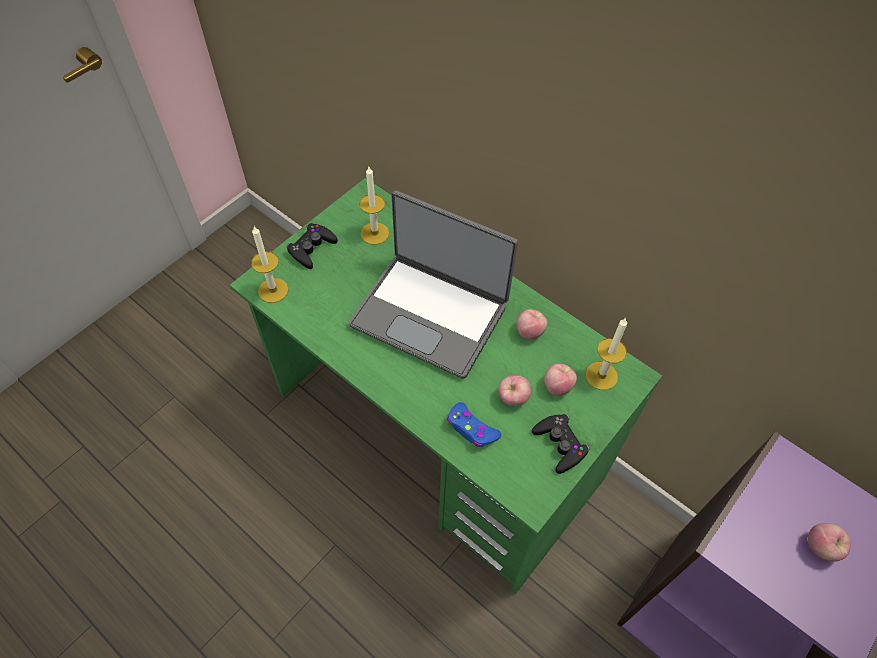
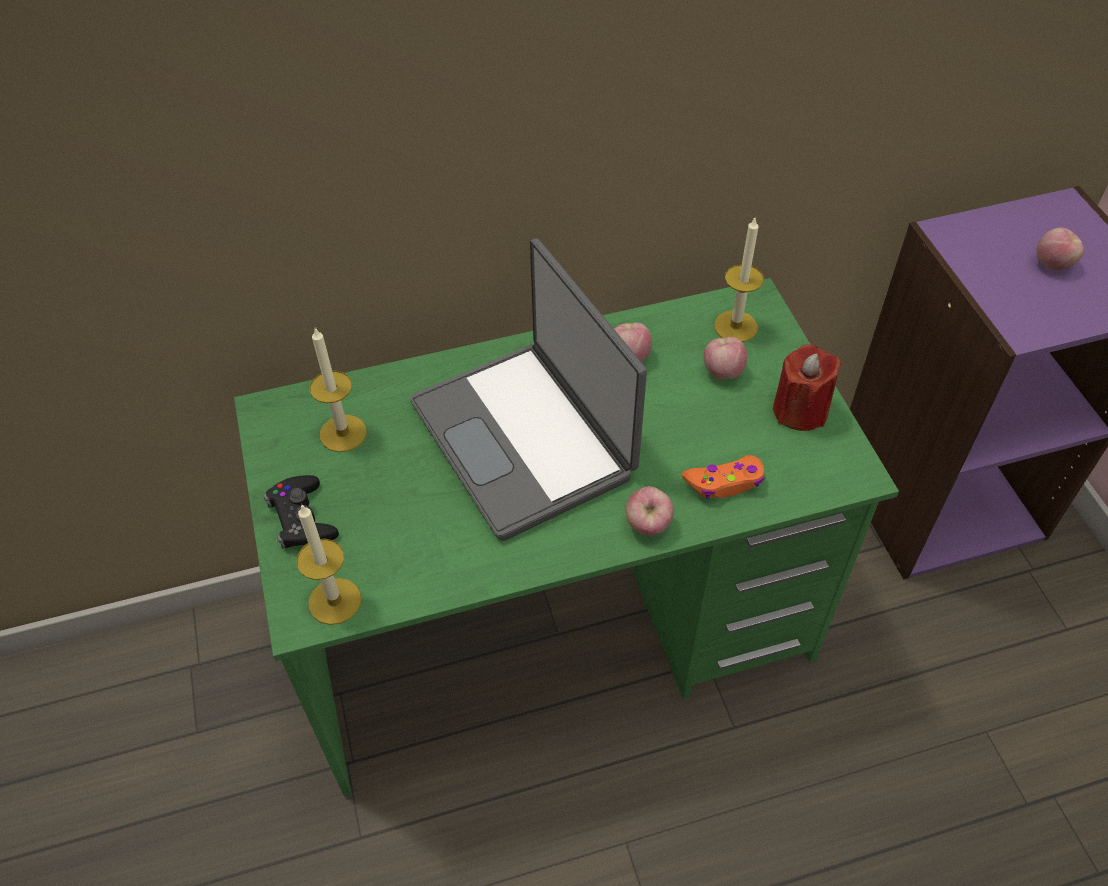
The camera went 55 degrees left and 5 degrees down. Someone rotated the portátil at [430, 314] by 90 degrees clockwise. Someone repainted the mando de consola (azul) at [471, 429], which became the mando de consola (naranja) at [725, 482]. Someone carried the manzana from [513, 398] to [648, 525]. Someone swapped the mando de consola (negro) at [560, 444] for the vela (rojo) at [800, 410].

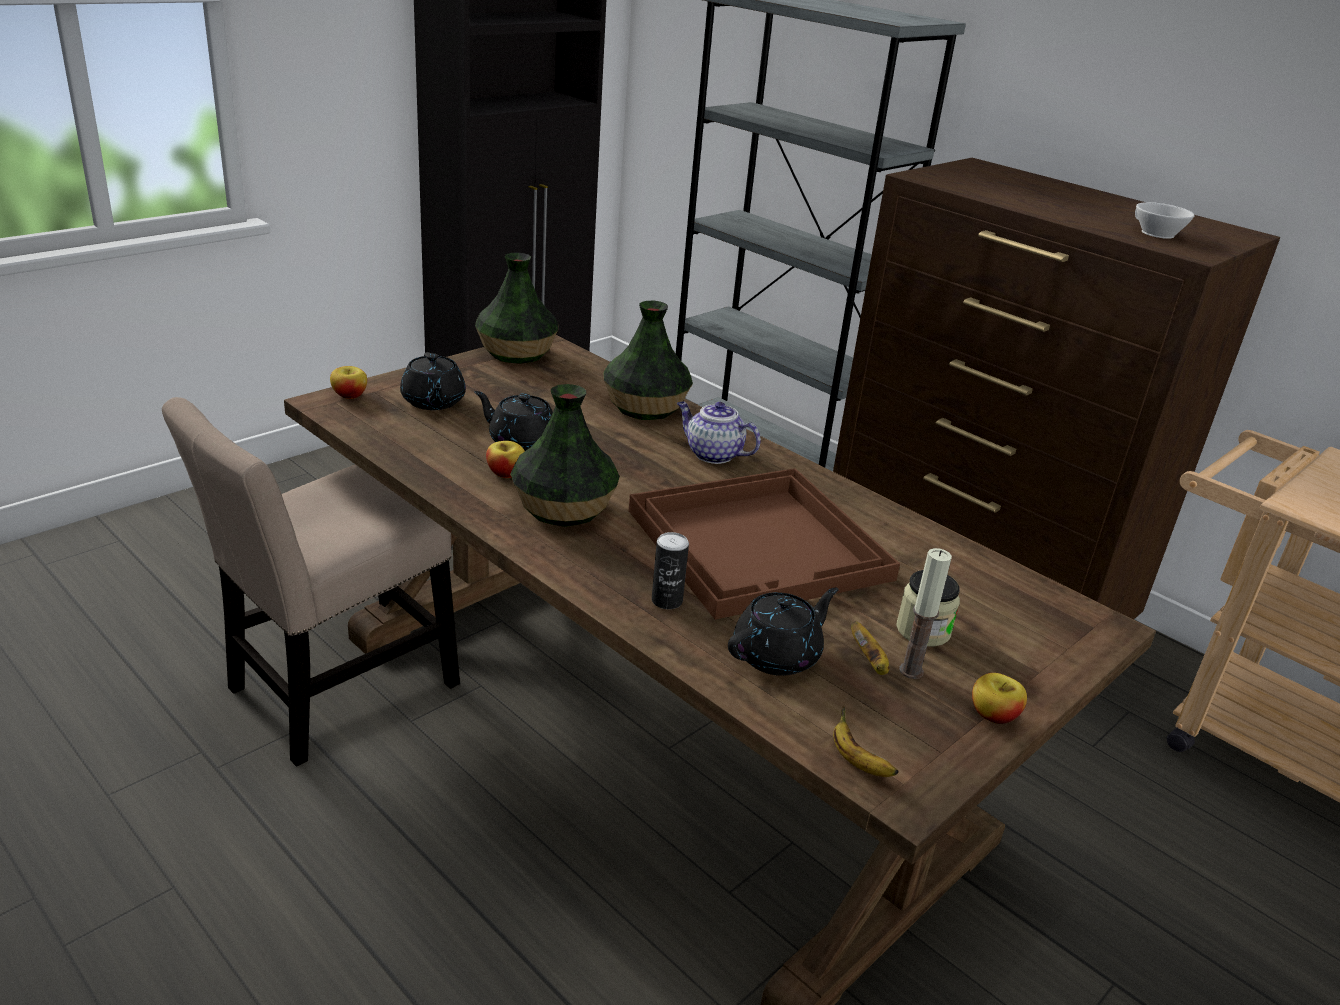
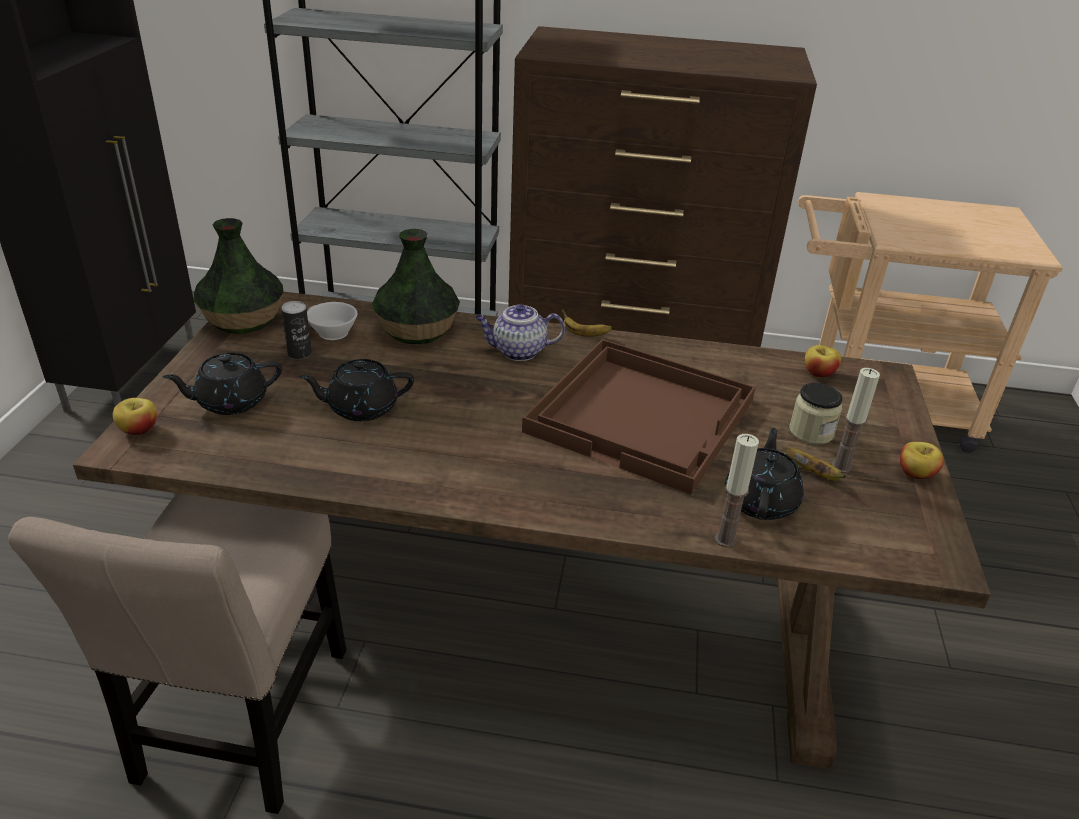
The camera went 35 degrees left and 5 degrees up. Someone rotated the tetera (negro) at [433, 402] by 120 degrees clockwise. Someone carried the manzana from [505, 473] to [818, 373]. Someone took away the florero at [563, 507]. Someone carried the lata from [667, 601] to [299, 353]. Someone carried the plátano from [857, 761] to [584, 334]. Someone carried the taza (blanco) from [1154, 233] to [330, 333]. Someone put down the vela at [725, 539].

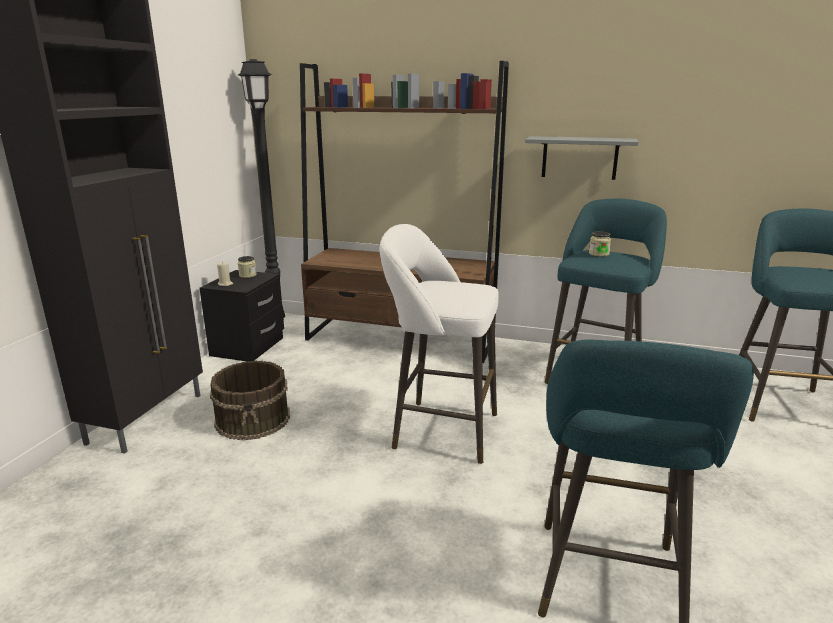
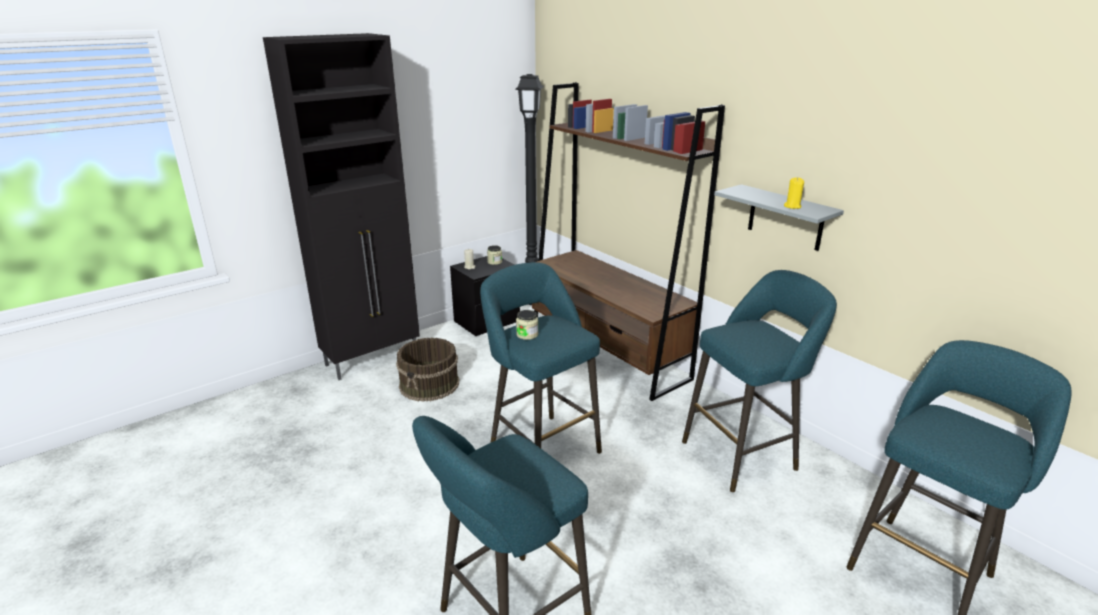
The camera went 35 degrees right and 5 degrees up. Someone repainted the taburete (blanco) at [439, 429], which became the taburete (turquesa) at [541, 446]. Someone carried the tarro from [599, 254] to [527, 334]. Someone put down the vela (amarillo) at [792, 206].

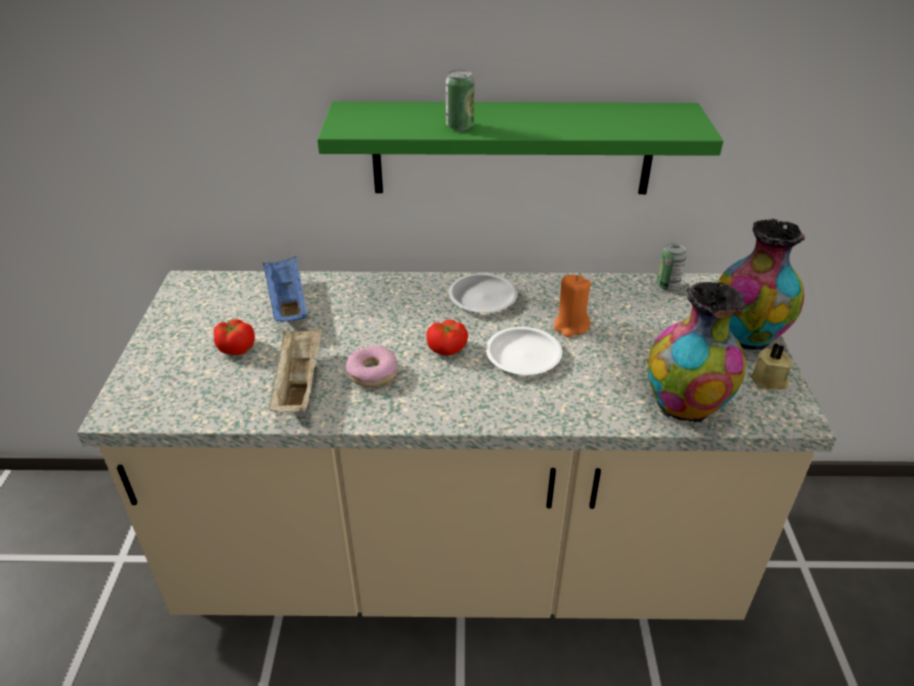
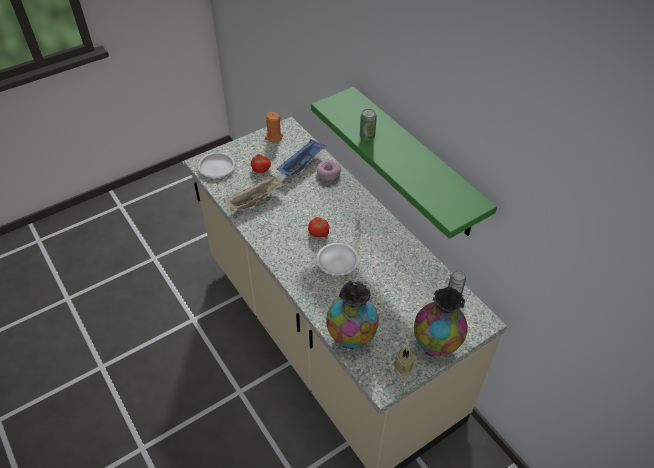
The camera went 55 degrees right and 10 degrees up. Someone carried the rosquilla from [372, 373] to [328, 173]. Someone carried the plato (blanco) from [483, 298] to [216, 167]. Someone carried the vela (naranja) from [571, 326] to [274, 137].

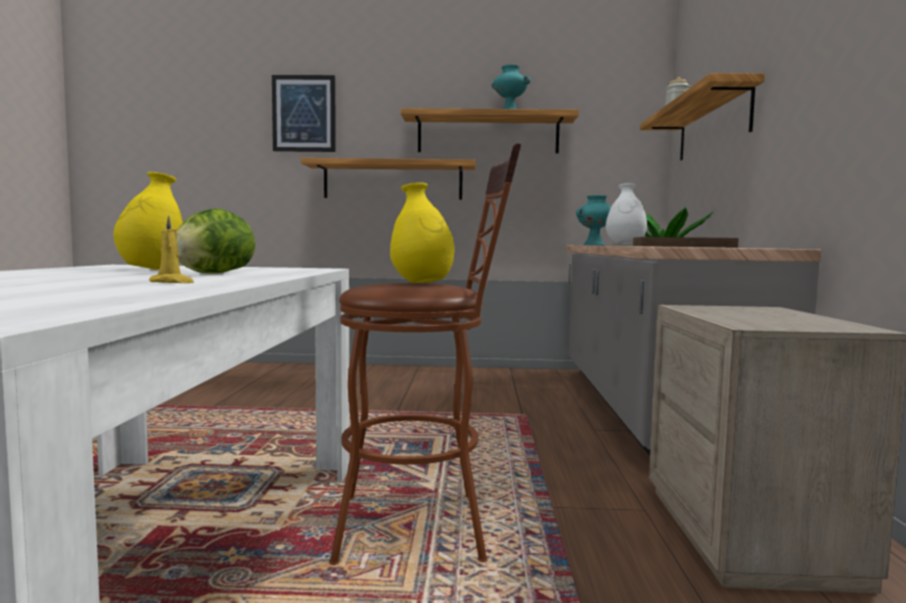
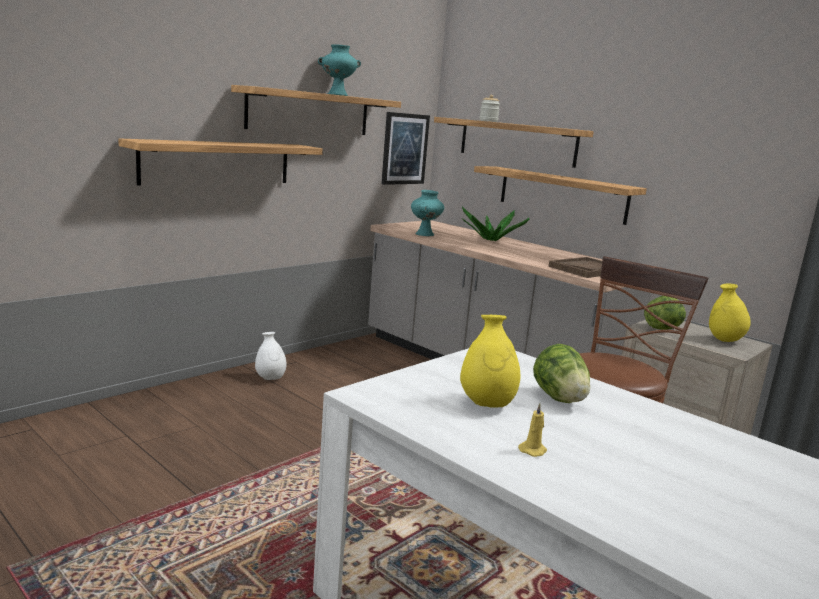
The camera went 50 degrees left and 10 degrees up. Someone carried the vela (amarillo) from [172, 282] to [533, 450]. Someone carried the cuadro from [304, 114] to [404, 149]. Someone carried the florero (amarillo) from [422, 283] to [724, 340]. Someone carried the florero (blanco) from [625, 245] to [270, 378]. Someone put up the estante at [562, 194]. Someone put down the lechuga at [663, 328].

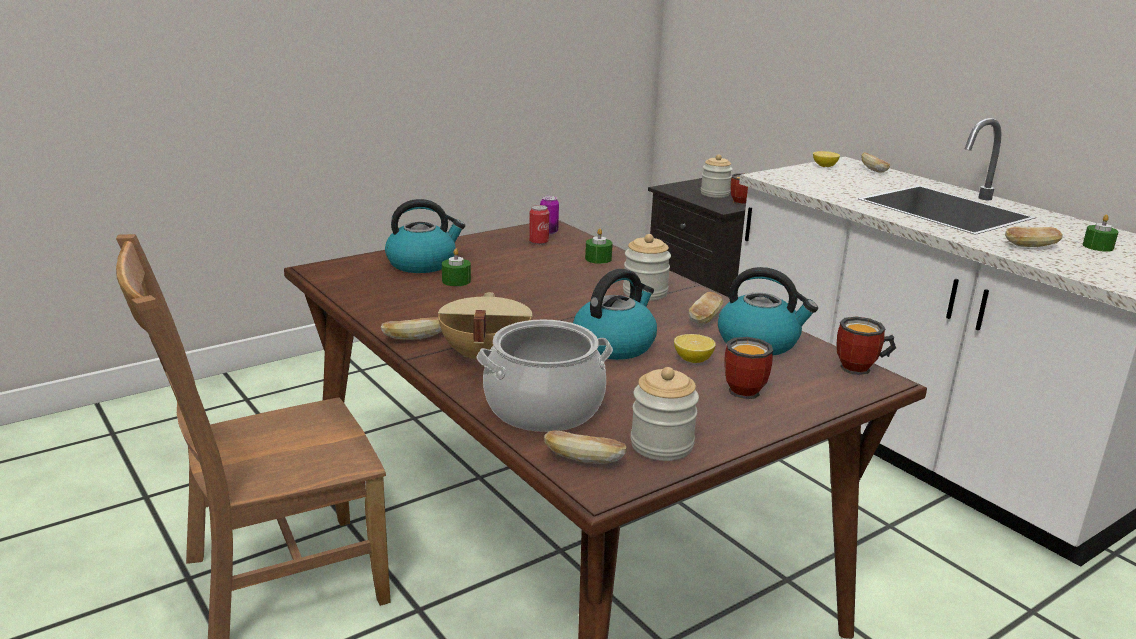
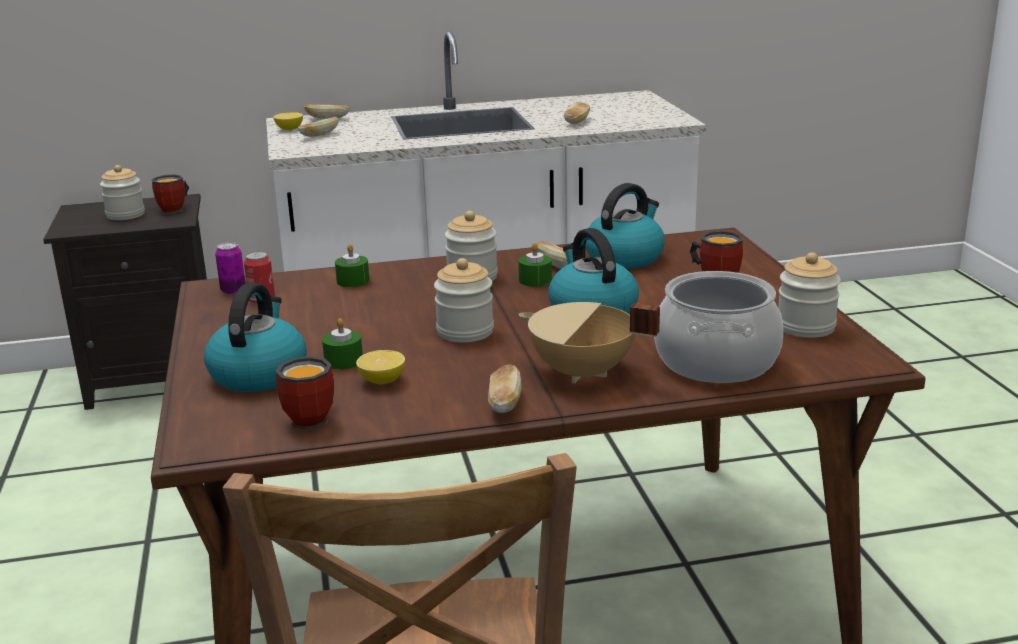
The camera went 65 degrees left and 0 degrees up. Someone carried the pan from [584, 459] to [319, 135]. Someone carried the limón from [693, 360] to [382, 381]. Someone carried the taza grande from [861, 369] to [316, 418]. Someone carried the vela (verde) from [1098, 246] to [535, 280]. Someone put down the tarro at [465, 332].

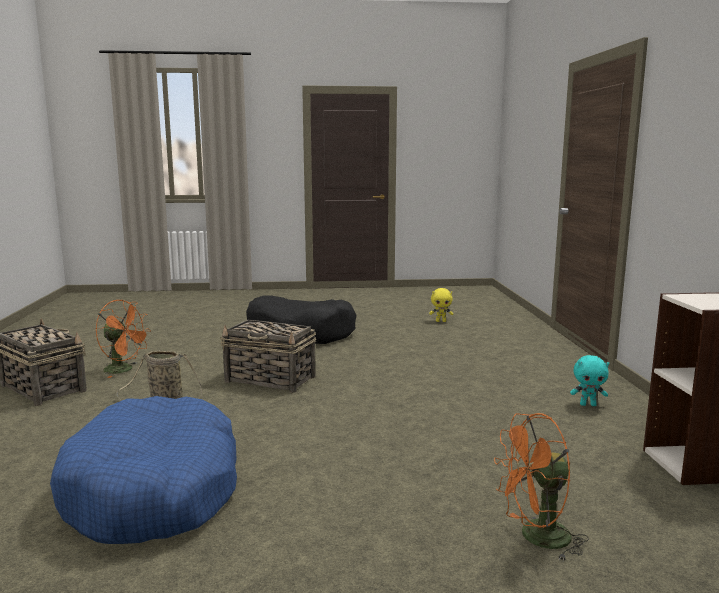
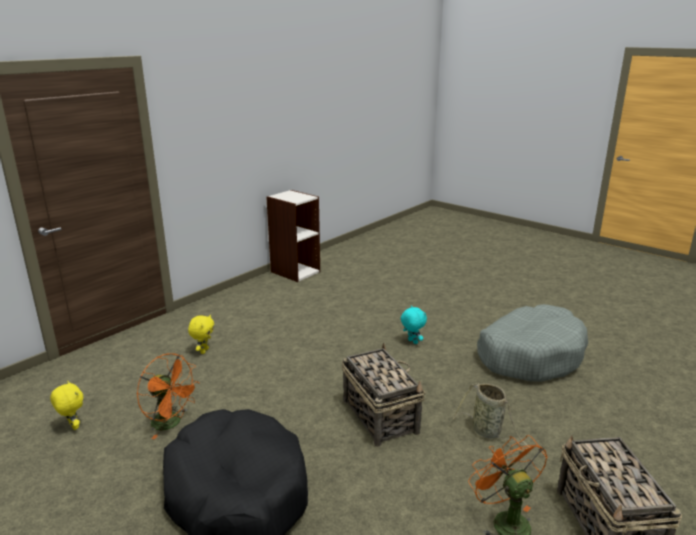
The camera went 135 degrees left and 10 degrees up. Someone repainted the cama para perro (azul) at [154, 490], which became the cama para perro (gris) at [530, 355]. Someone carried the ventilador (naranja) from [536, 538] to [171, 423]. Someone carried the peluche (turquesa) from [588, 405] to [412, 342]. Someone put down the peluche (amarillo) at [203, 351].

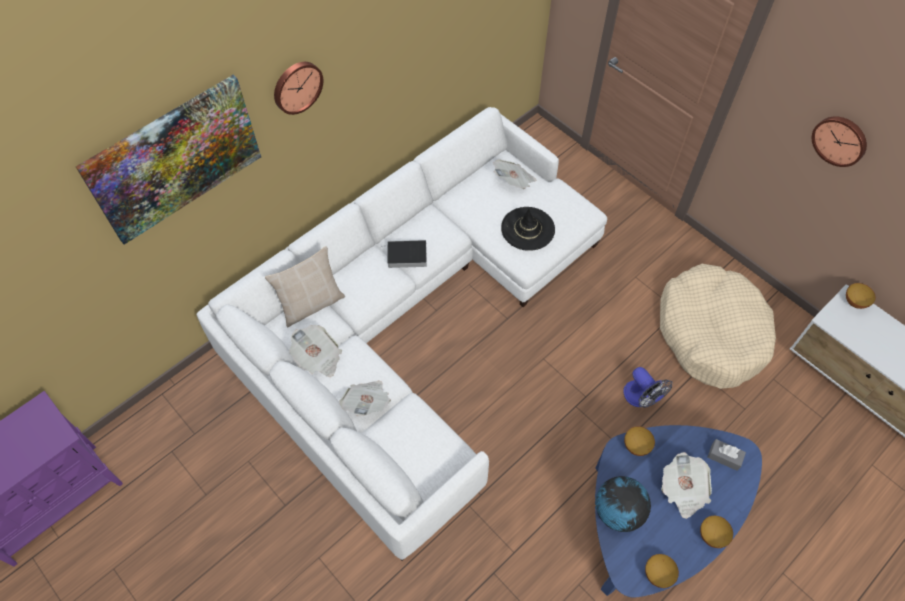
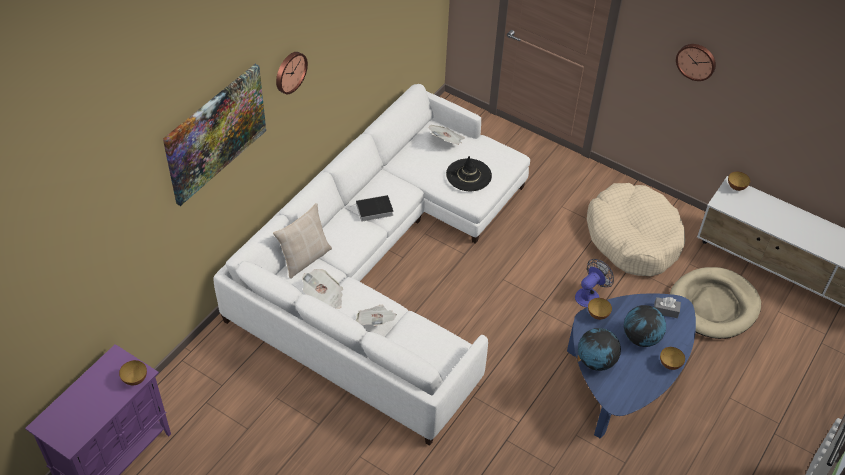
The camera went 15 degrees left and 10 degrees down. Someone rotated the ventilador at [641, 398] by 90 degrees counterclockwise. Someone carried the cuenco from [658, 574] to [135, 380]. Someone swapped the periódico at [683, 490] for the globo terráqueo at [641, 338]. Someone put down the cama para perro (beis) at [714, 305].

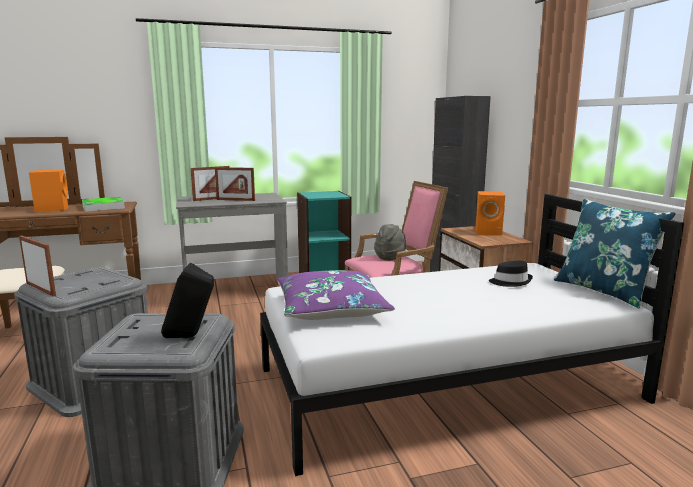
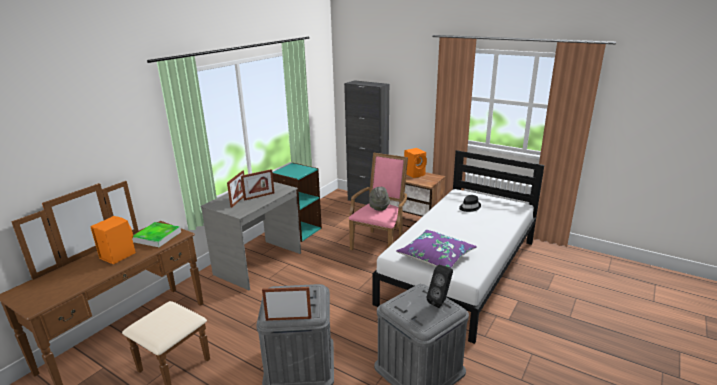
The camera went 40 degrees left and 10 degrees up. Someone took away the cojín (azul) at [604, 291].

